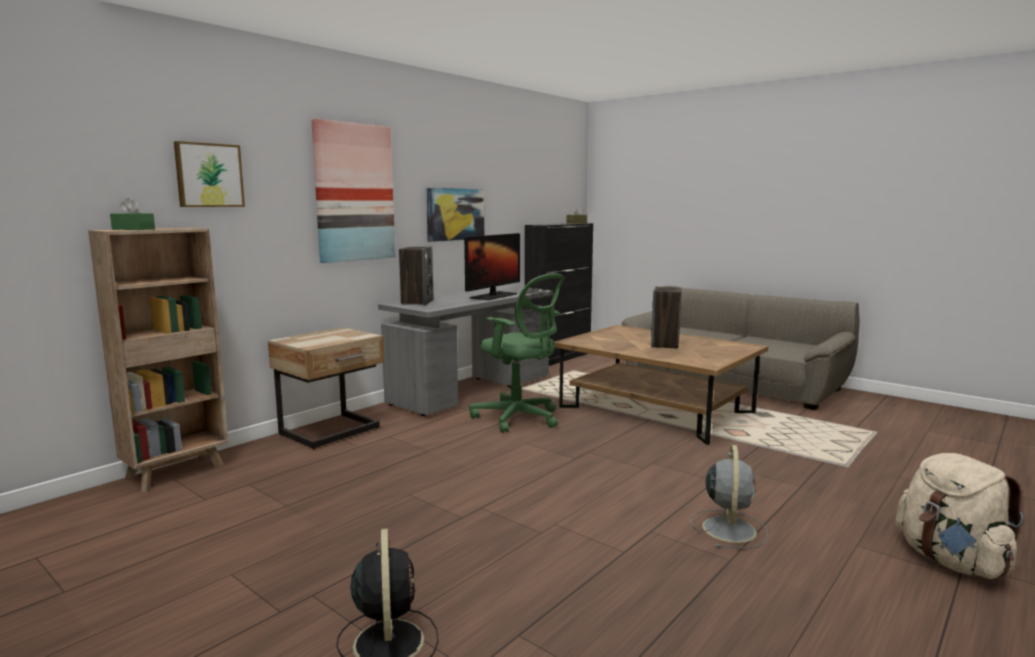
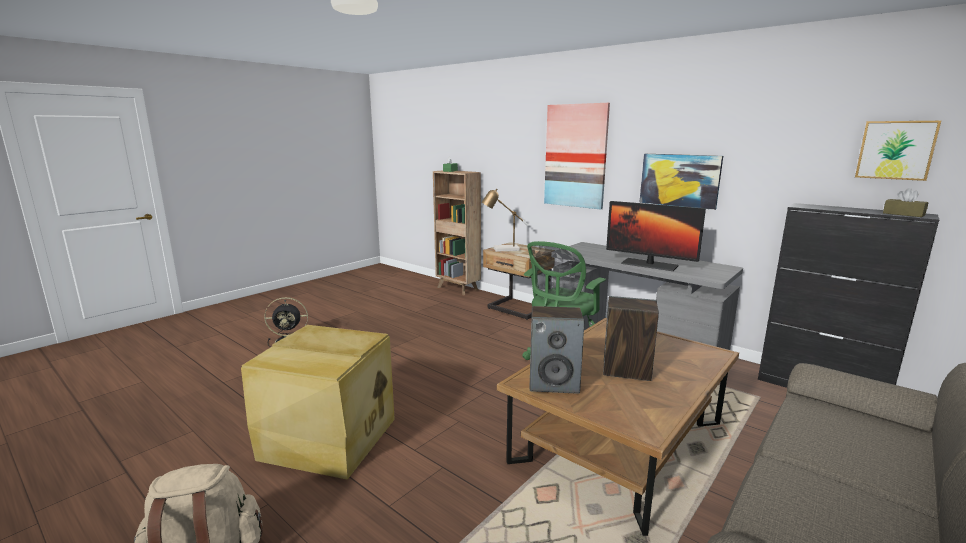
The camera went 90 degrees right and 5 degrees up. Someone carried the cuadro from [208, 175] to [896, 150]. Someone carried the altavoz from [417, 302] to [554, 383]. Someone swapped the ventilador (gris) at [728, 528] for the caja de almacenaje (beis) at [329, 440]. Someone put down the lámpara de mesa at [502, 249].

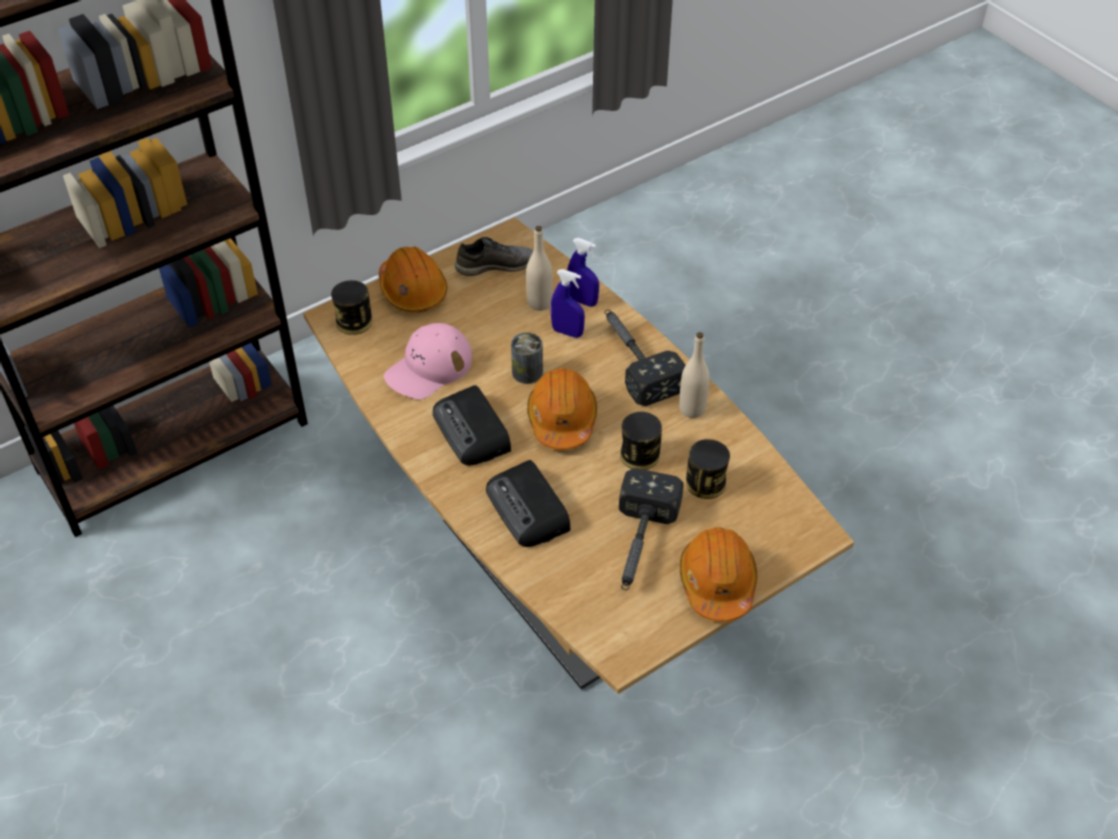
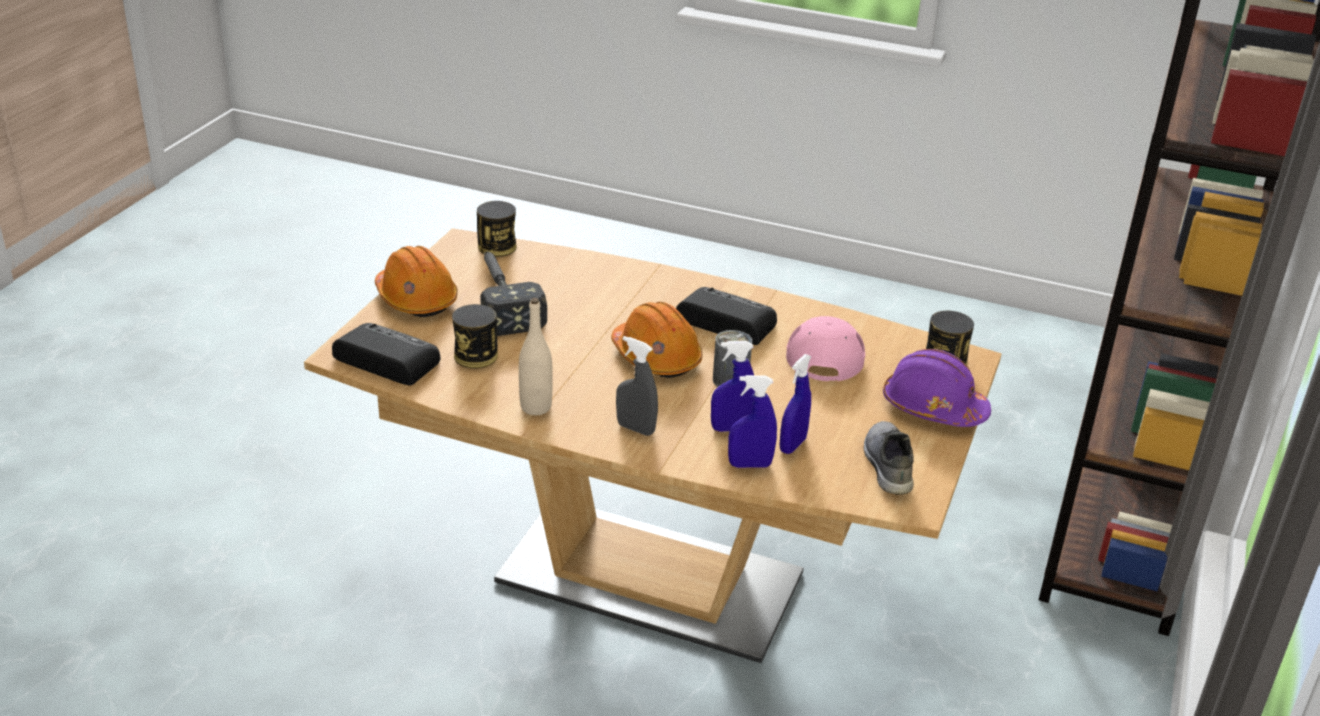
The camera went 145 degrees right and 15 degrees down. Someone repainted the casco (naranja) at [413, 290], which became the casco (morado) at [933, 408]. Someone rotated the zapato (gris) at [495, 265] by 135 degrees clockwise. Someone carried the radio from [529, 510] to [386, 360]. Someone swapped the botella (beis) at [539, 303] for the pulverizador (azul) at [792, 445]. Someone swapped the martillo at [634, 360] for the pulverizador (gris) at [635, 428]. Someone carried the lata from [640, 455] to [497, 247].

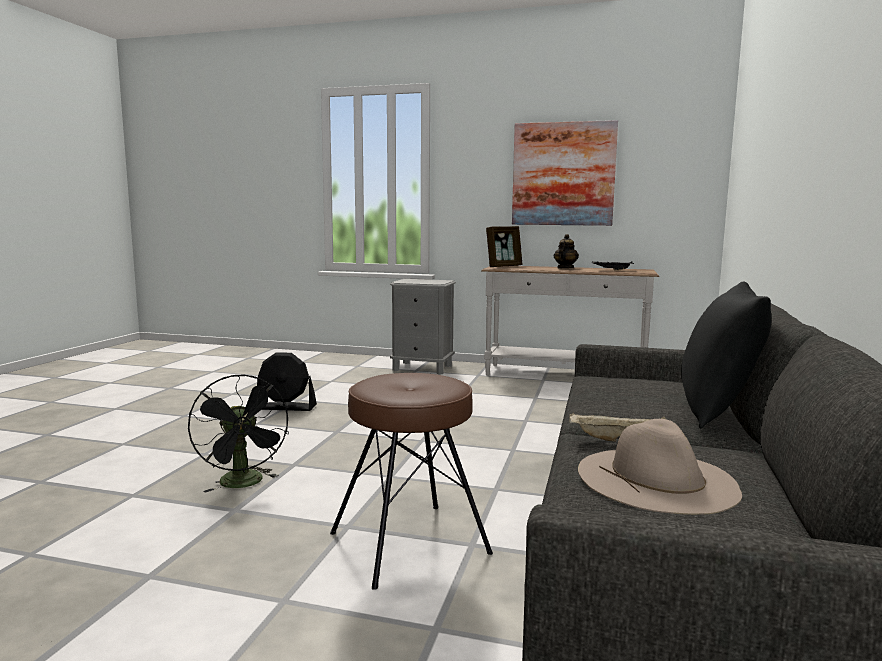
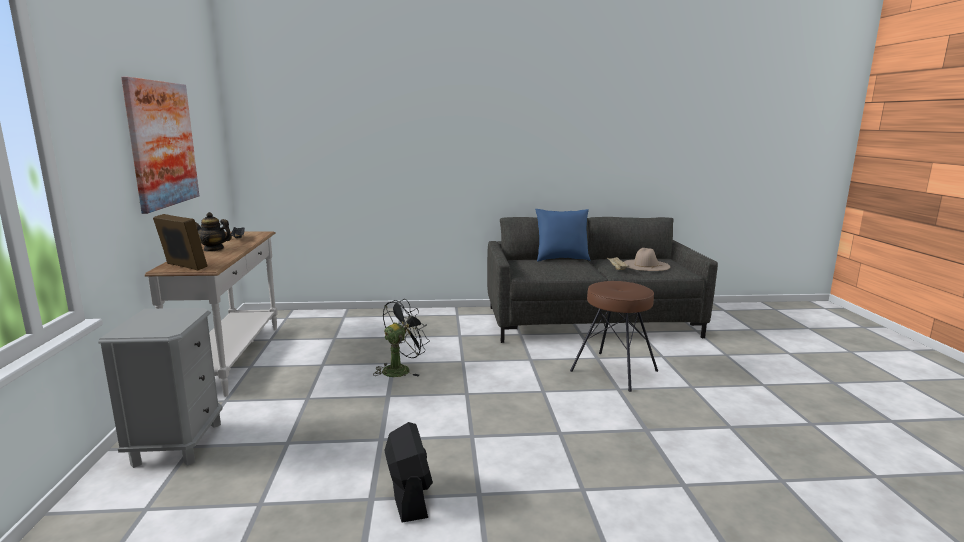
The camera went 110 degrees left and 5 degrees up. Someone carried the ventilador (negro) from [244, 484] to [400, 369]. Someone repainted the cojín (negro) at [717, 411], which became the cojín (azul) at [561, 259].

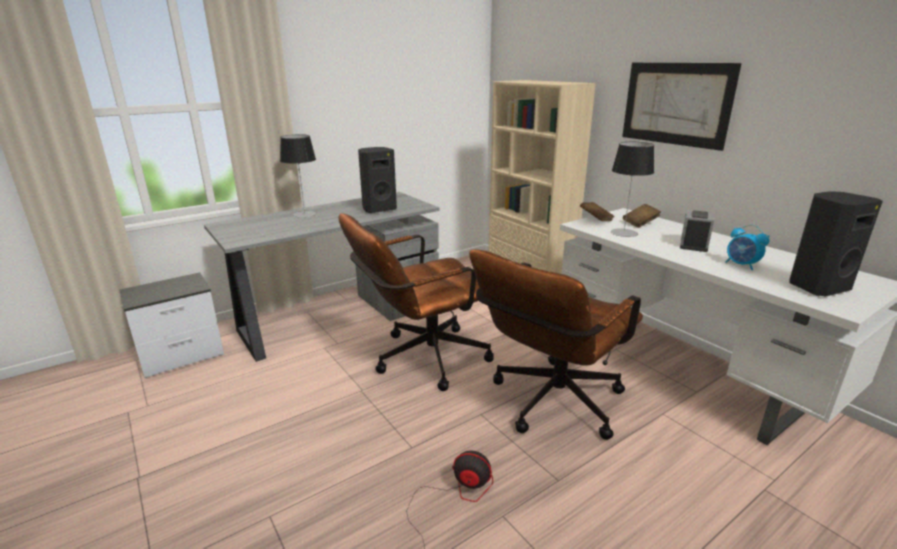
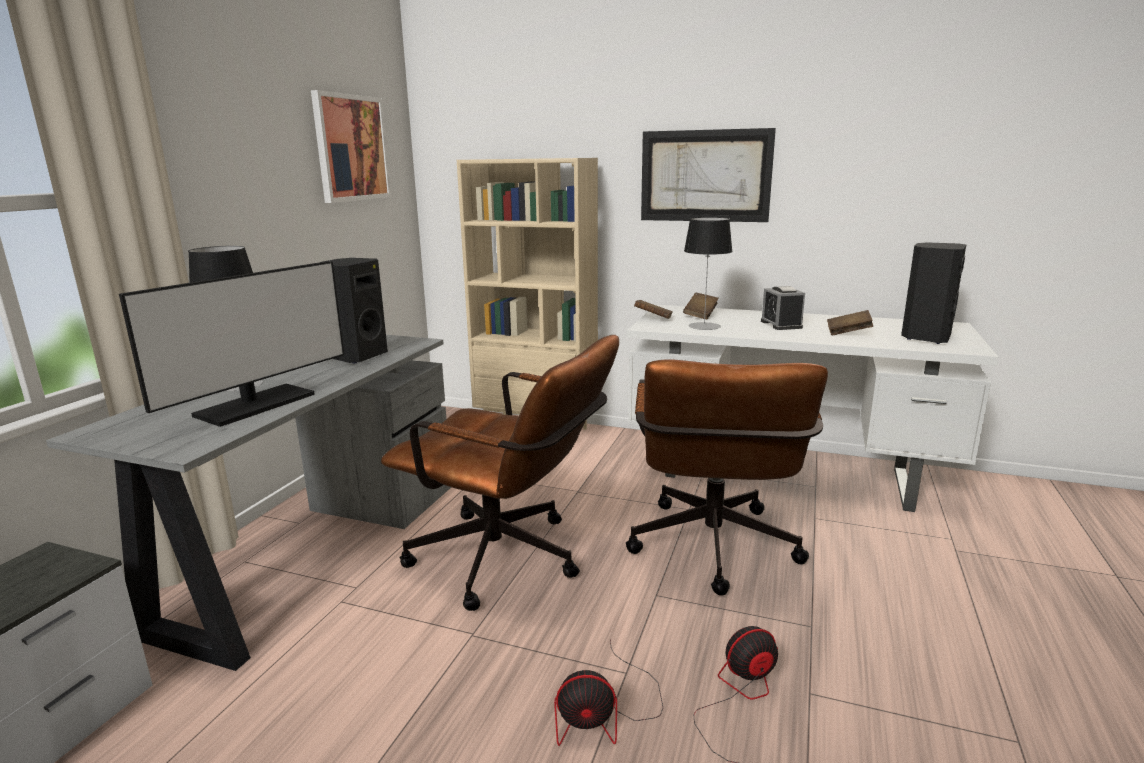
The camera went 35 degrees left and 5 degrees down. Someone rotated the silla de oficina (marrón) at [422, 359] by 90 degrees counterclockwise. Someone swapped the despertador at [741, 265] for the libro (marrón) at [848, 333]. Someone put down the monitor at [256, 405]. Someone put up the cuadro at [351, 148]. Someone put down the ventilador at [605, 714].

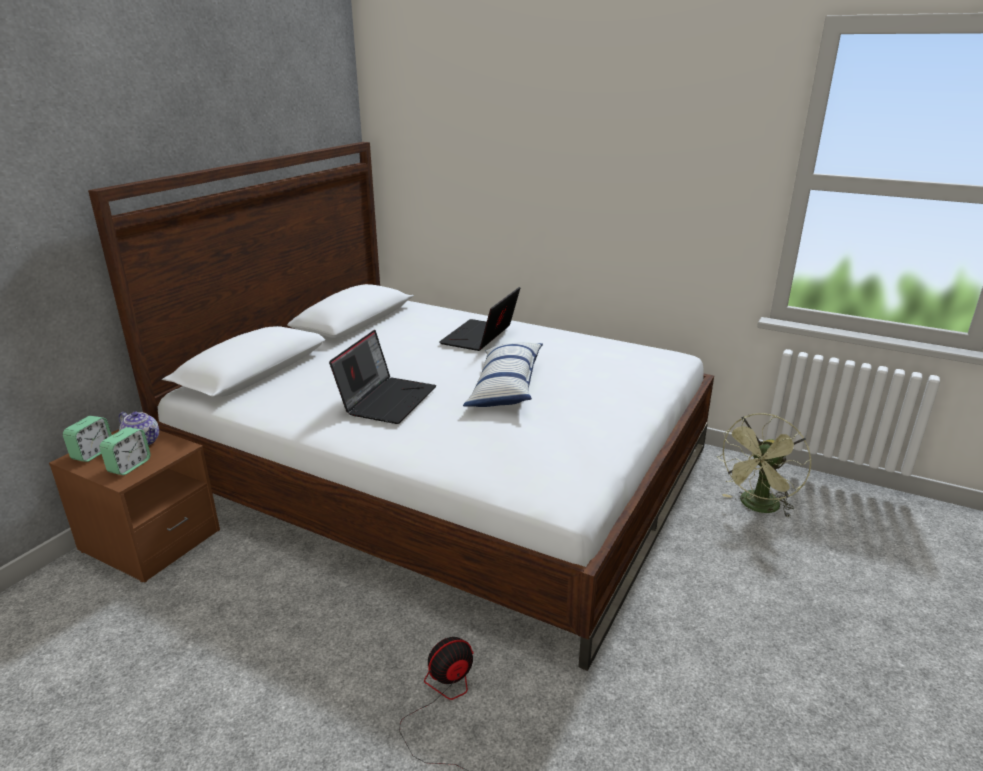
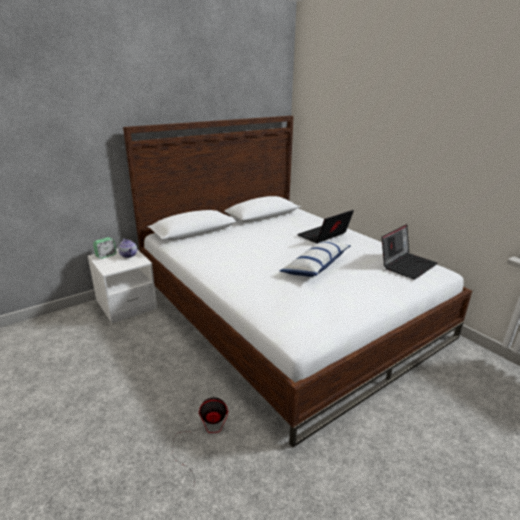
The camera went 25 degrees right and 0 degrees up. Someone repainted the mesita de noche (marrón) at [150, 541], which became the mesita de noche (blanco) at [126, 305]. Someone took away the despertador at [129, 466]. Someone carried the portátil from [387, 399] to [407, 265]. Someone took away the ventilador (verde) at [757, 507].

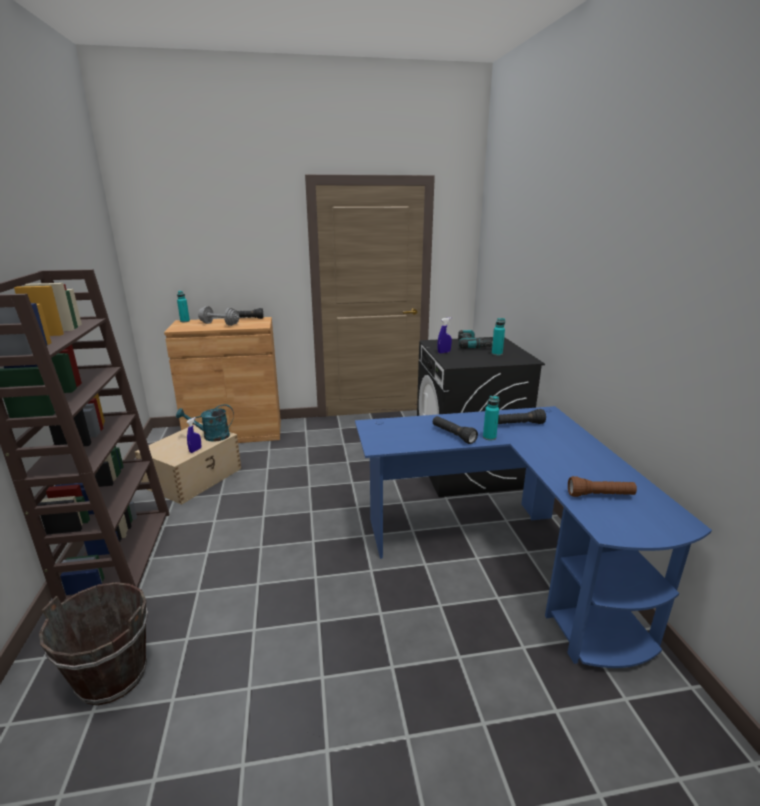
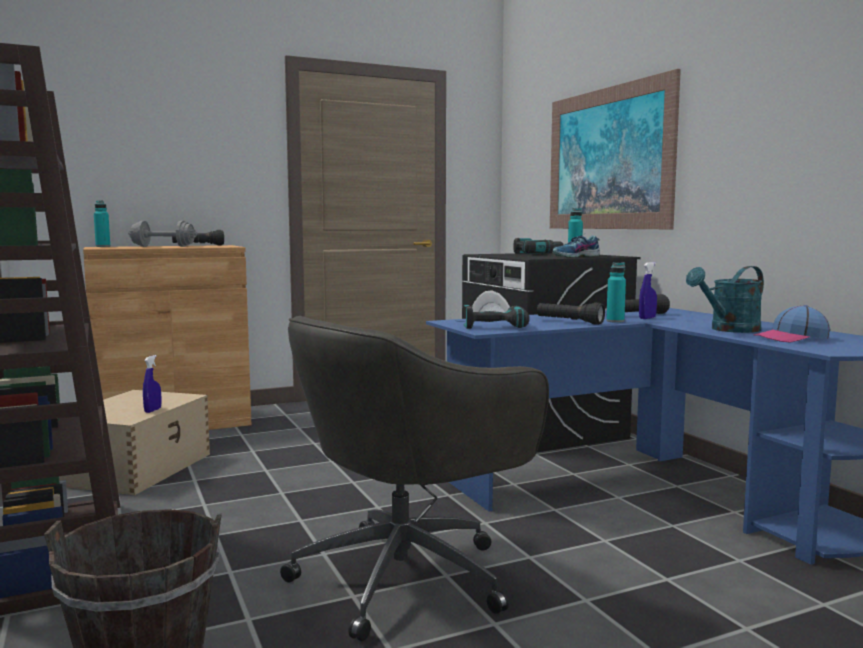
The camera went 15 degrees left and 15 degrees down. Someone carried the regadera (turquesa) from [211, 436] to [729, 330]. Someone carried the pulverizador (azul) from [444, 352] to [647, 318]. Someone swapped the linterna (marrón) at [600, 495] for the gorra at [791, 338]. Someone put down the silla de oficina (gris) at [408, 576]. Someone put down the taladro at [494, 326]. Someone put up the cuadro at [608, 159]. Someone put down the zapato at [576, 256].

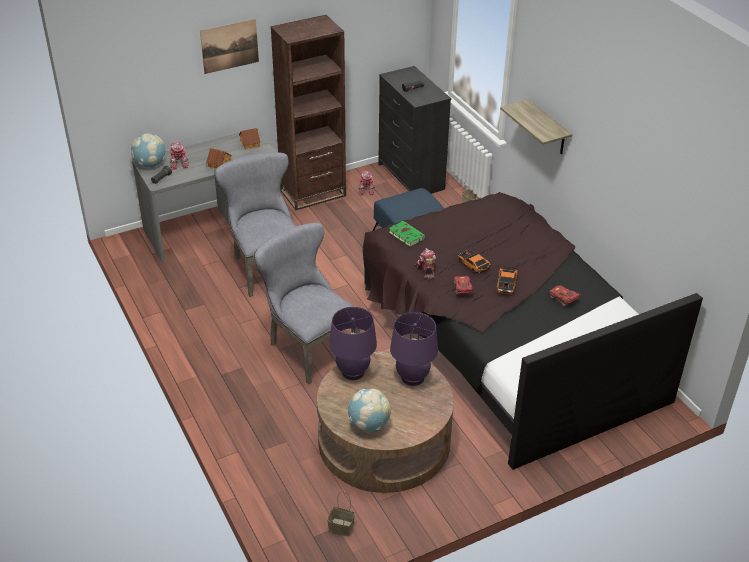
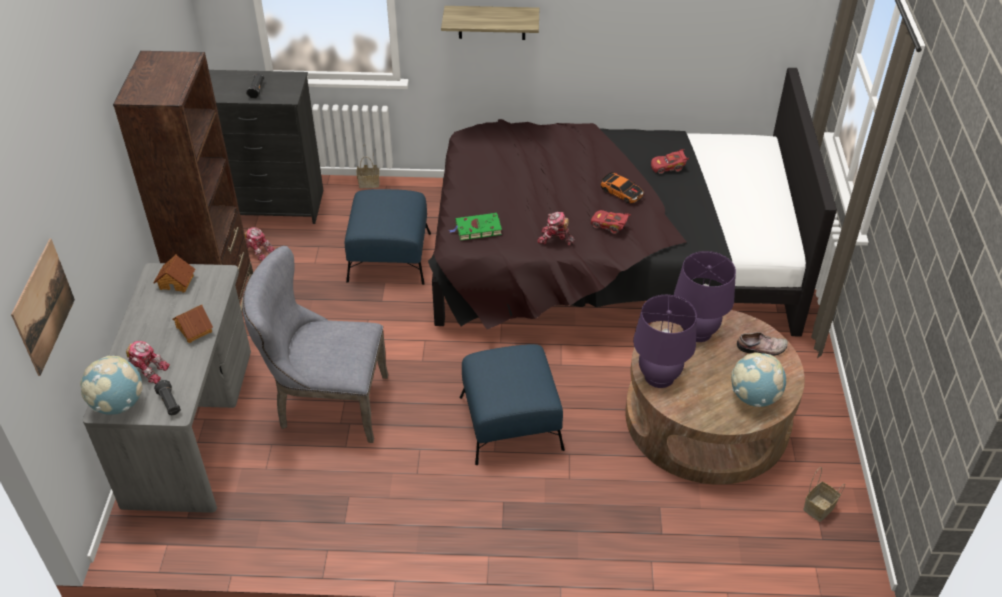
The camera went 60 degrees left and 5 degrees up. Someone carried the cuadro from [229, 46] to [43, 306]. Someone swapped the silla (gris) at [308, 347] for the puf (azul) at [511, 422]. Someone took away the coche de juguete at [473, 264]. Someone put down the zapato at [761, 349].

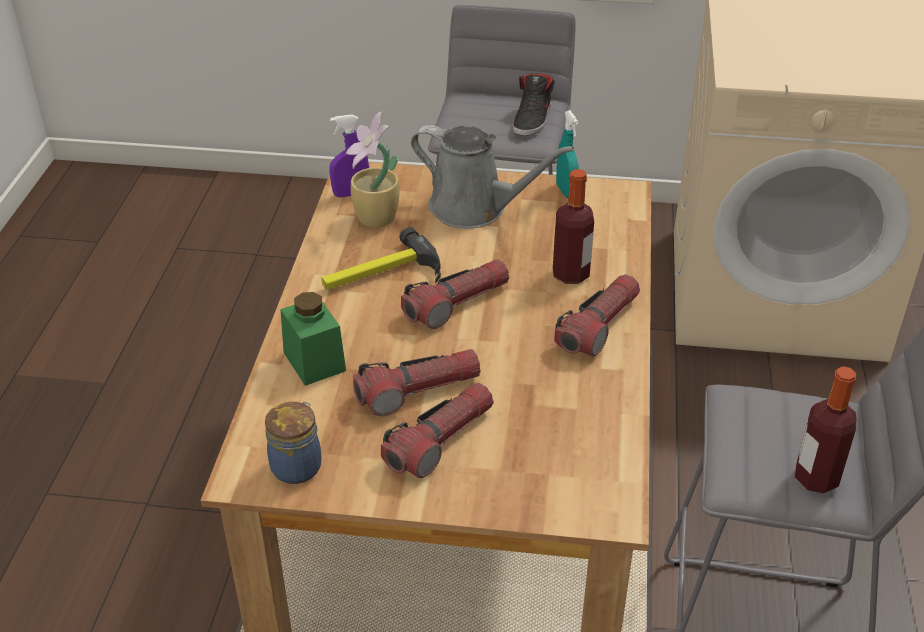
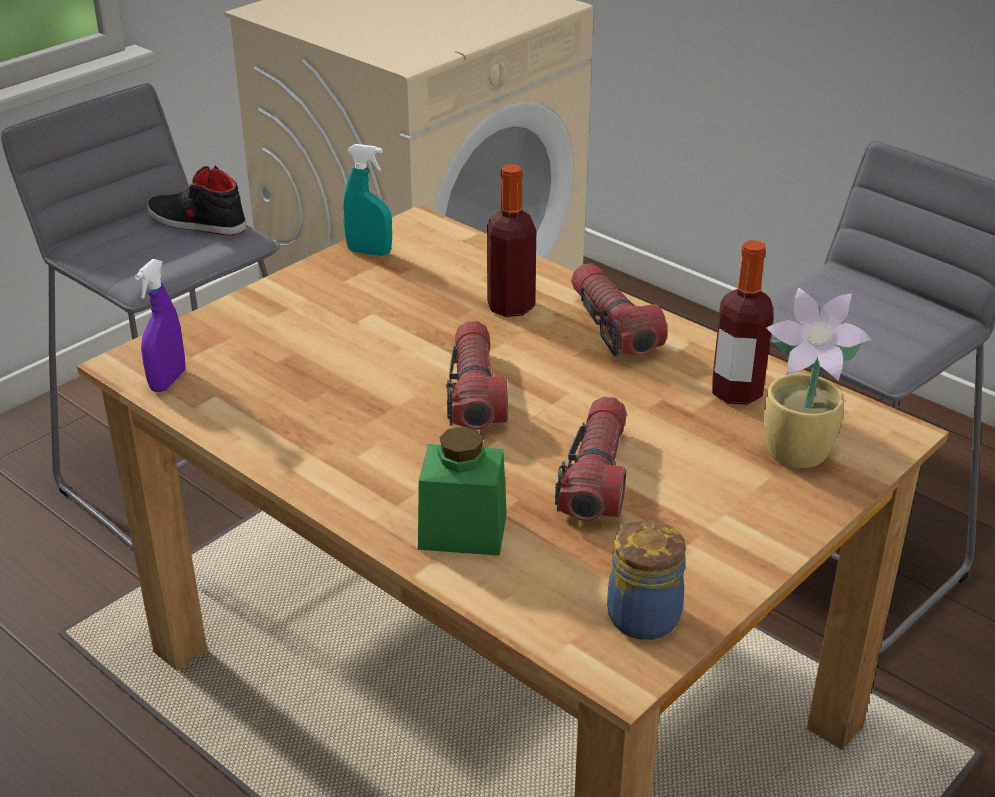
The camera went 55 degrees left and 5 degrees down. Someone took away the martillo at [381, 276]. Someone carried the planta en maceta from [376, 219] to [800, 454]. Someone took away the linterna at [440, 441]. Someone took away the regadera (gris) at [474, 209]. Someone rotated the zapato (negro) at [533, 119] by 150 degrees clockwise. Someone carried the botella from [816, 478] to [736, 392].

